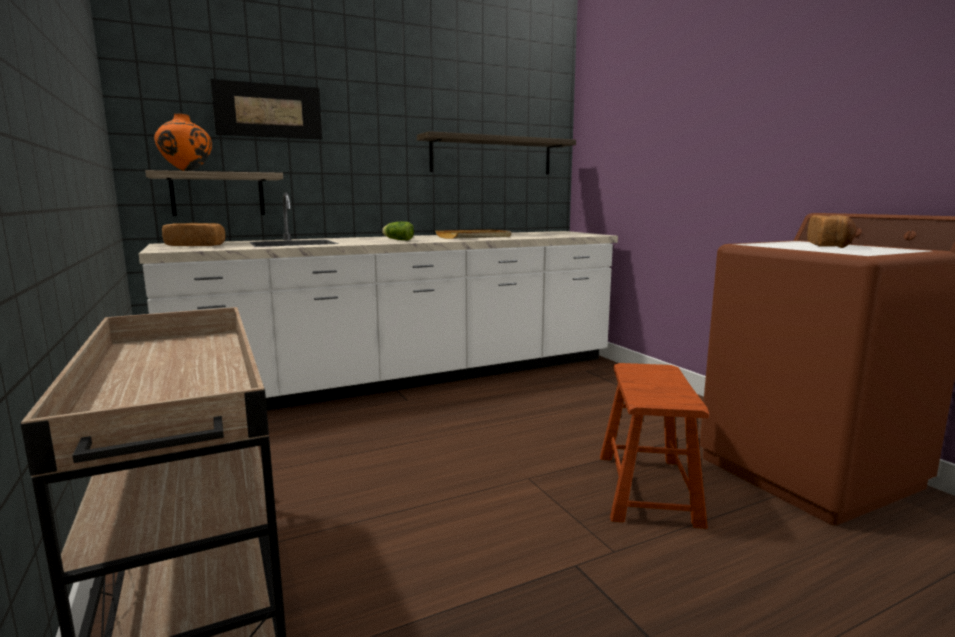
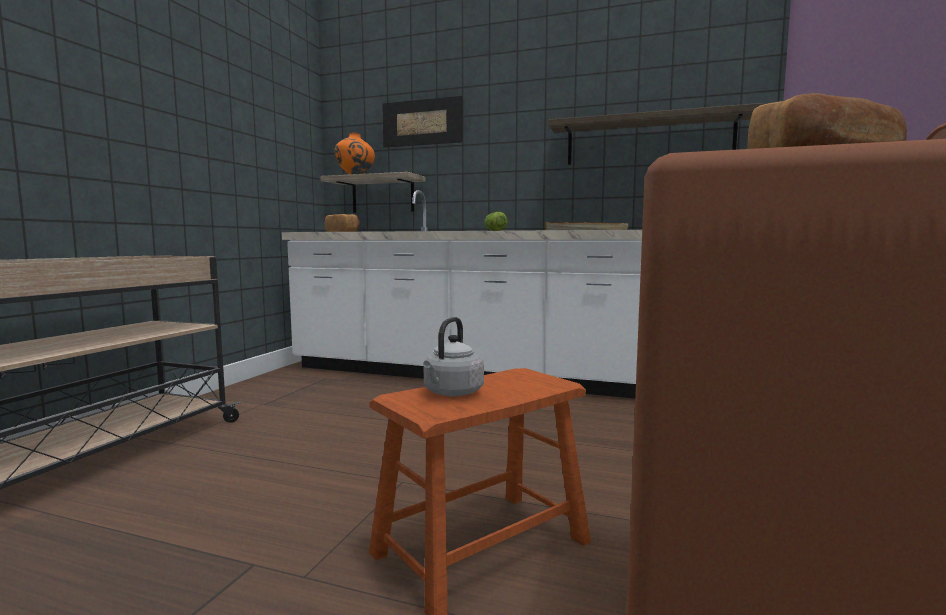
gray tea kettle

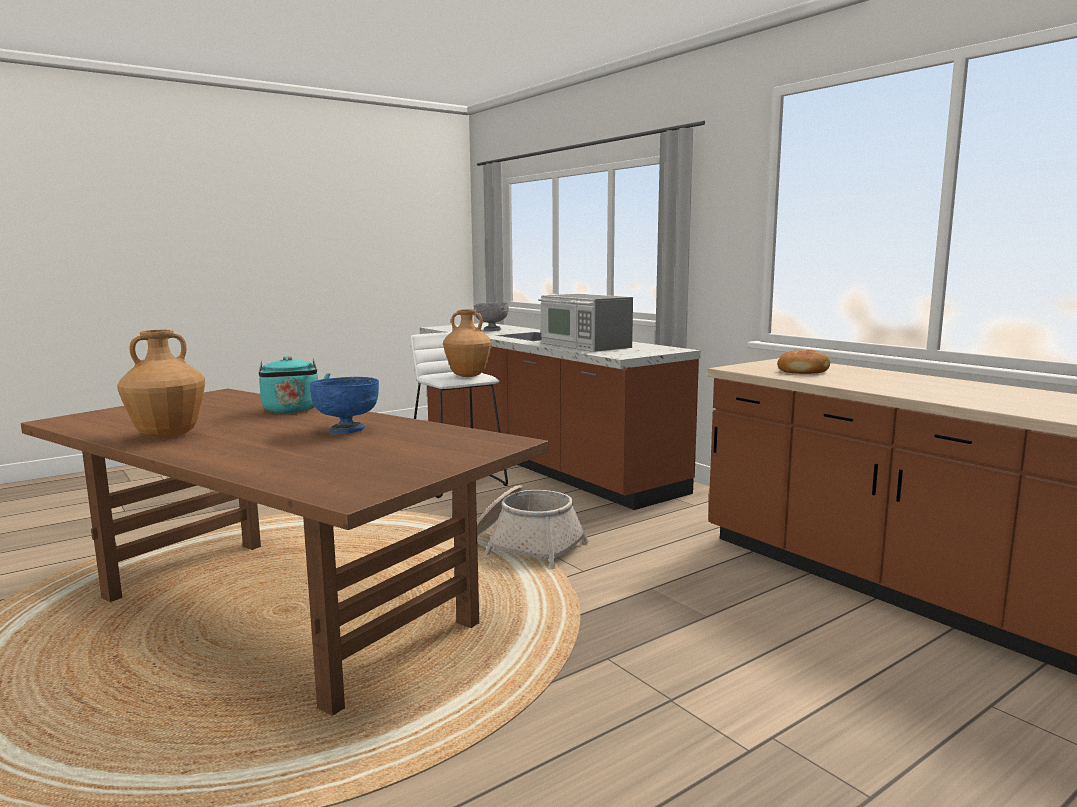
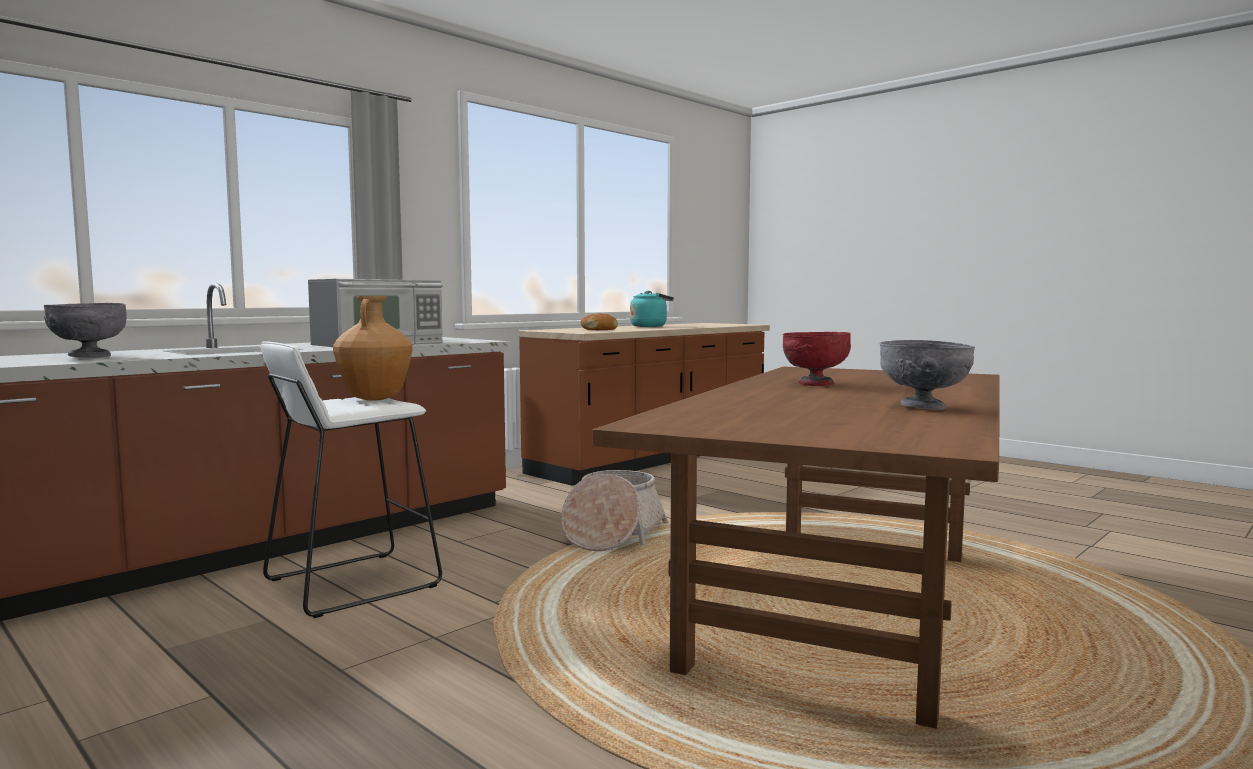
blue-green tea kettle; gray deep dish (2nd from left); reddish deep dish

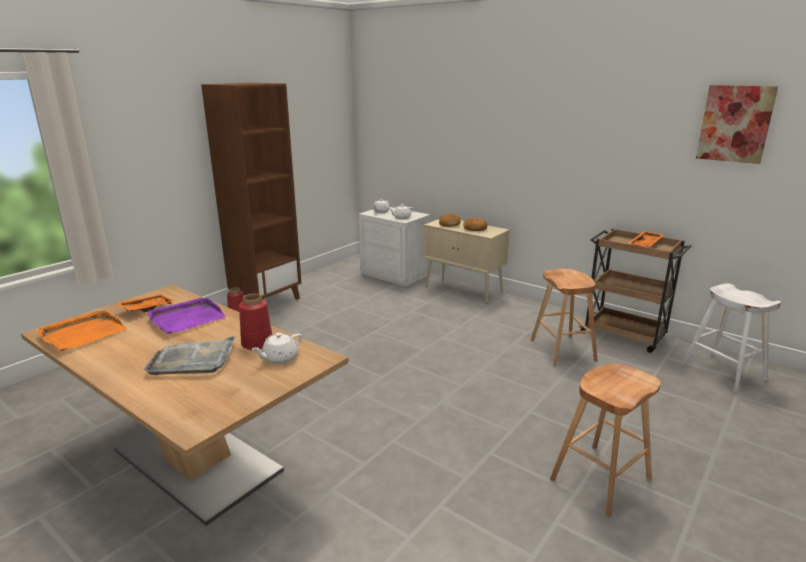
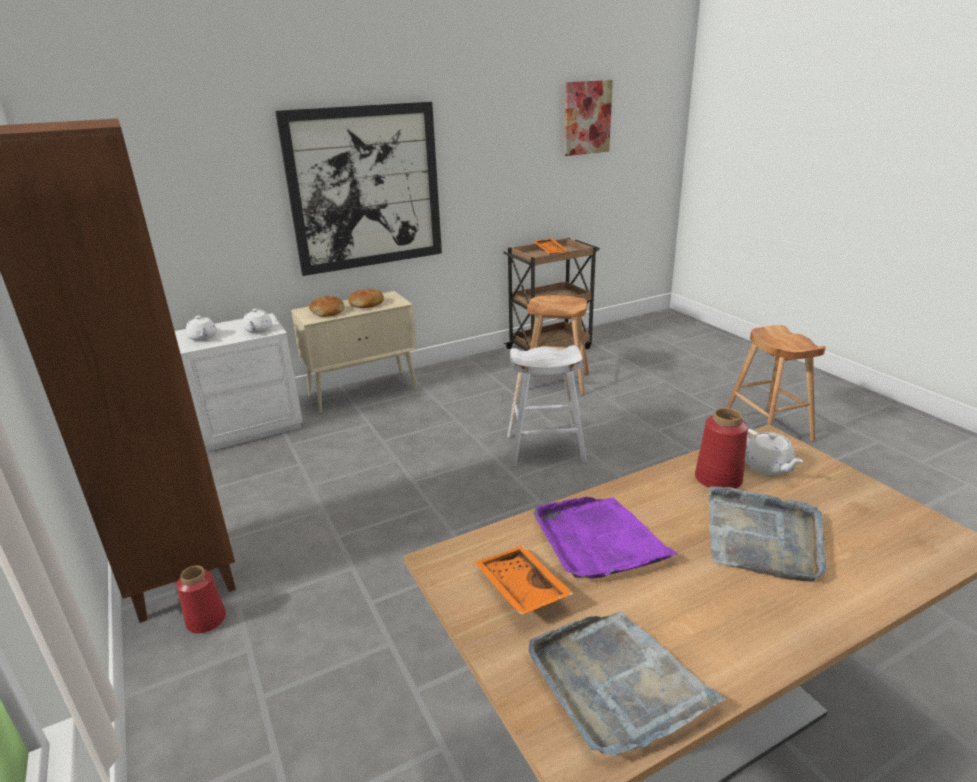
picture (1st from left); whitish sitting stool; gray serving tray (1st from left)

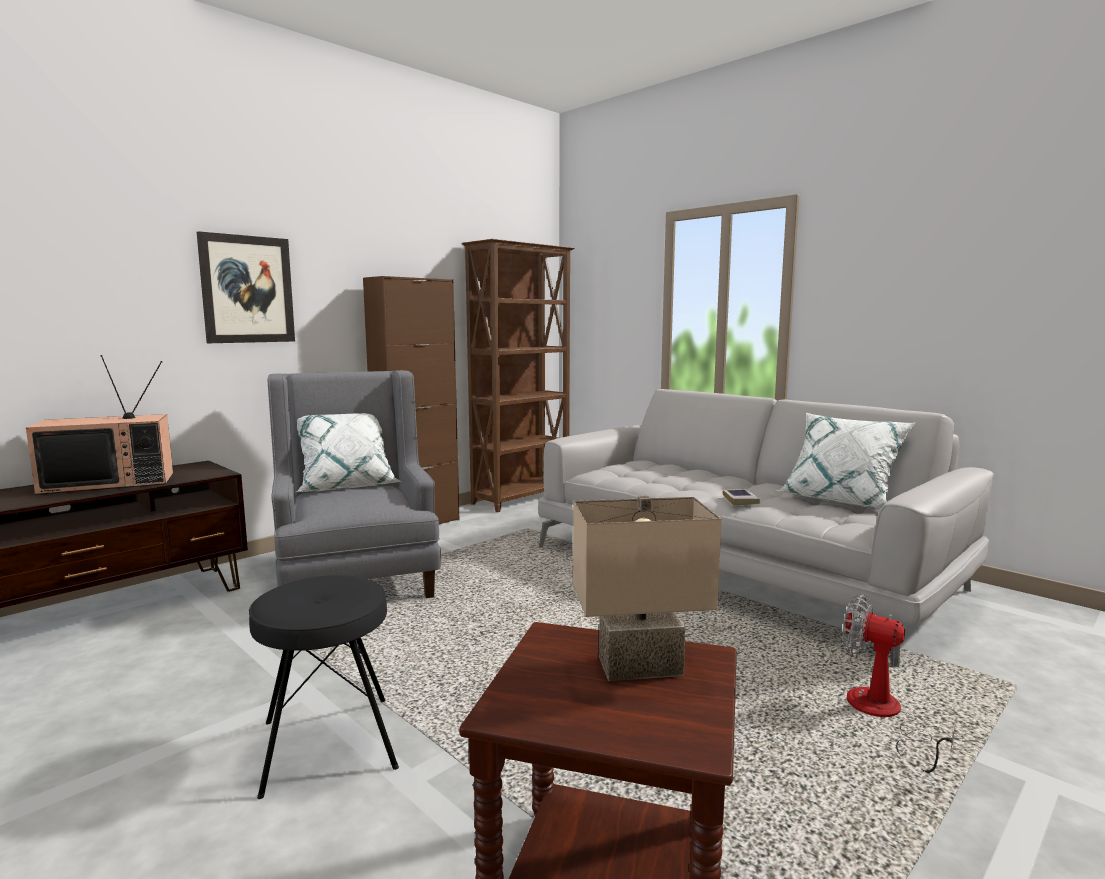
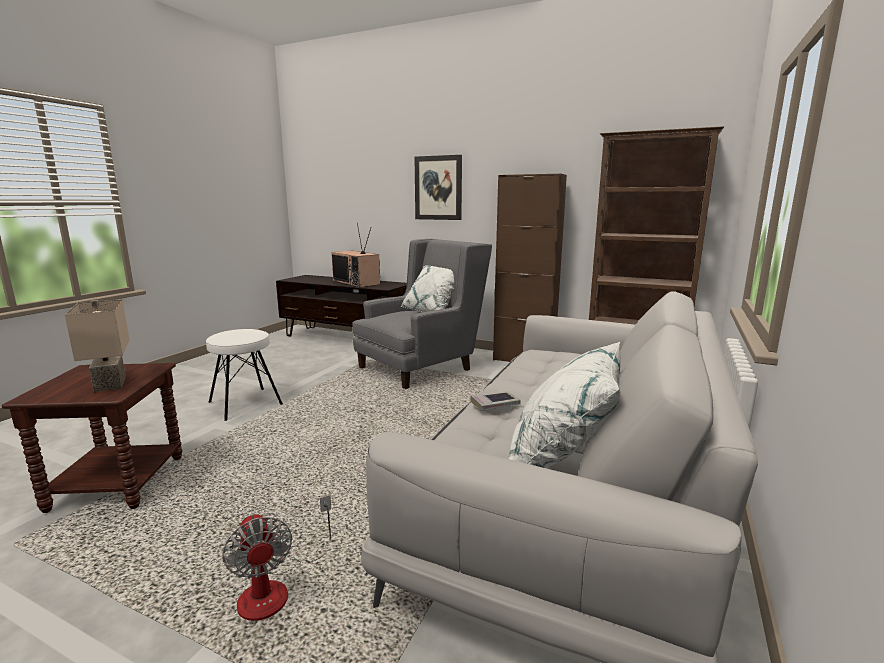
whitish sitting stool; fan

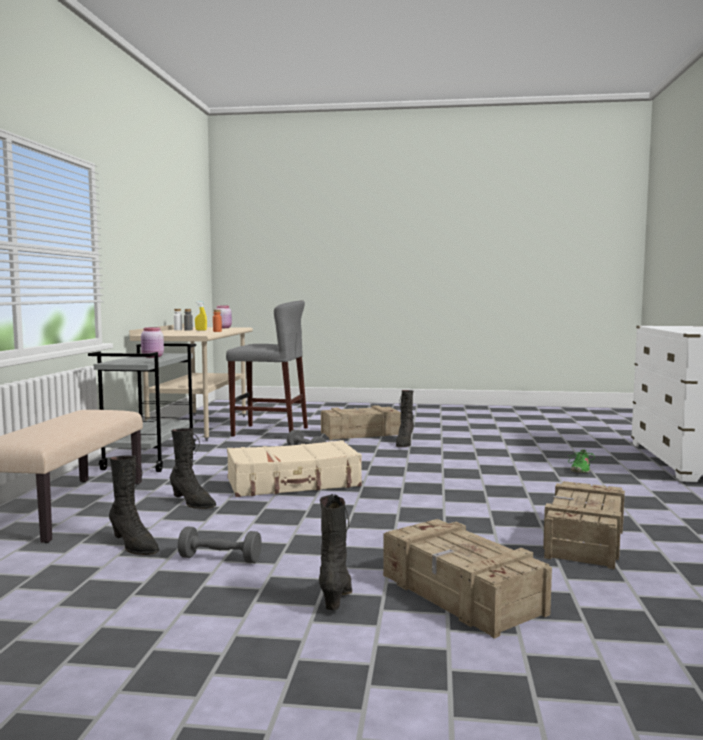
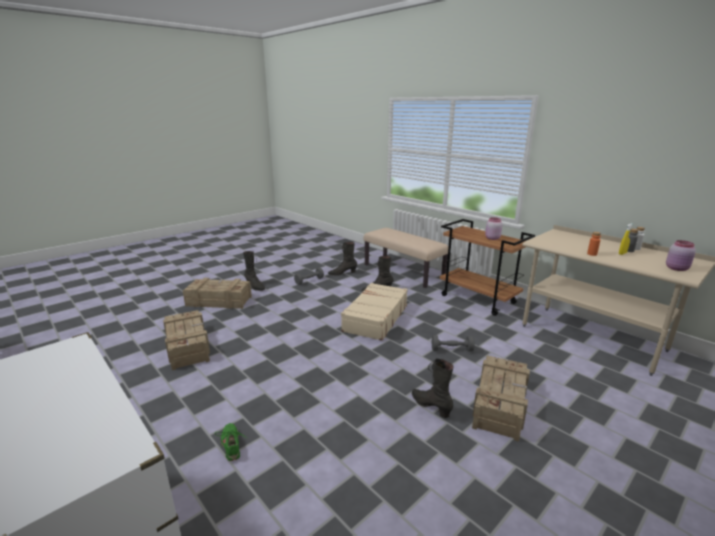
gray sitting stool; brown wheeled cart

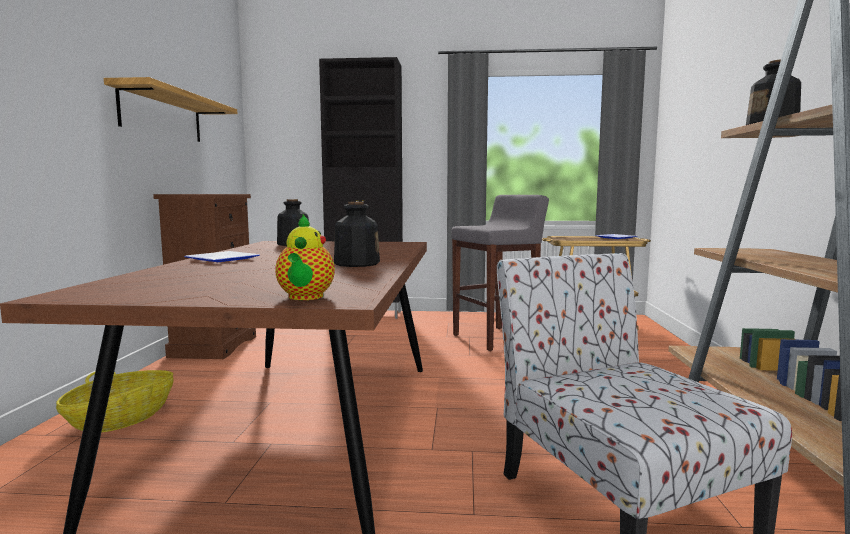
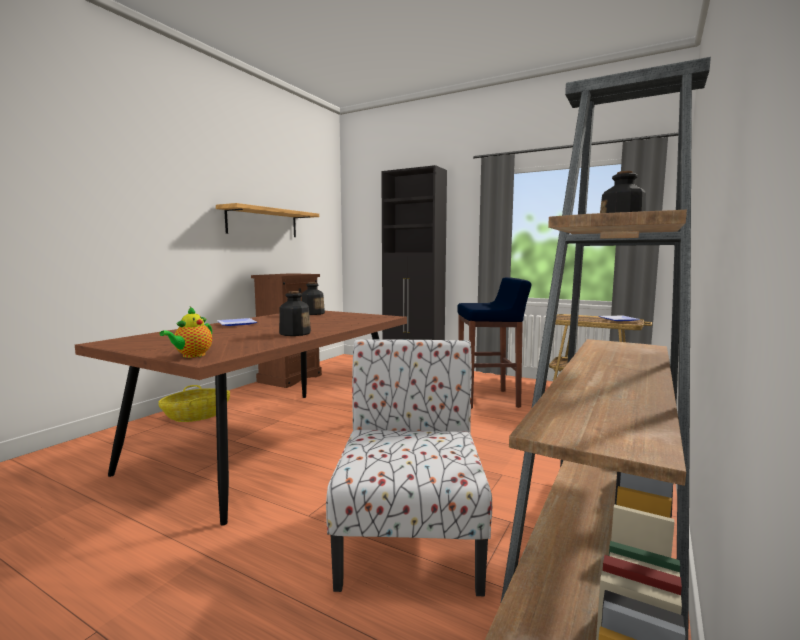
bluish sitting stool

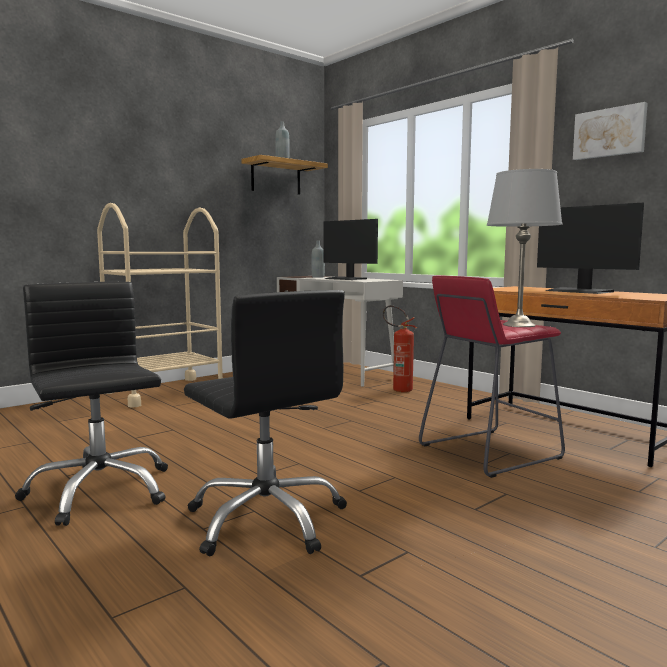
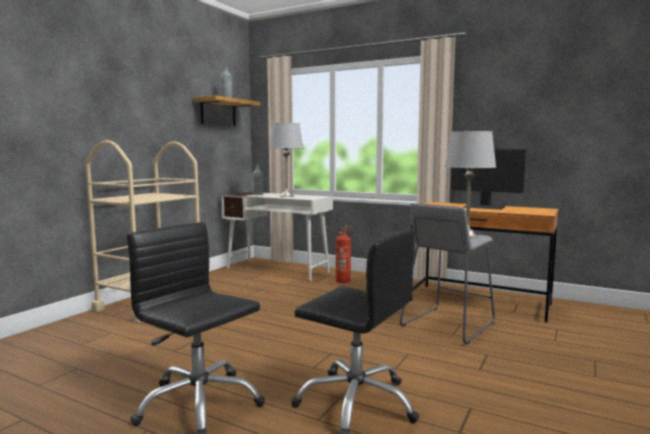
picture; gray table lamp (1st from left); gray sitting stool

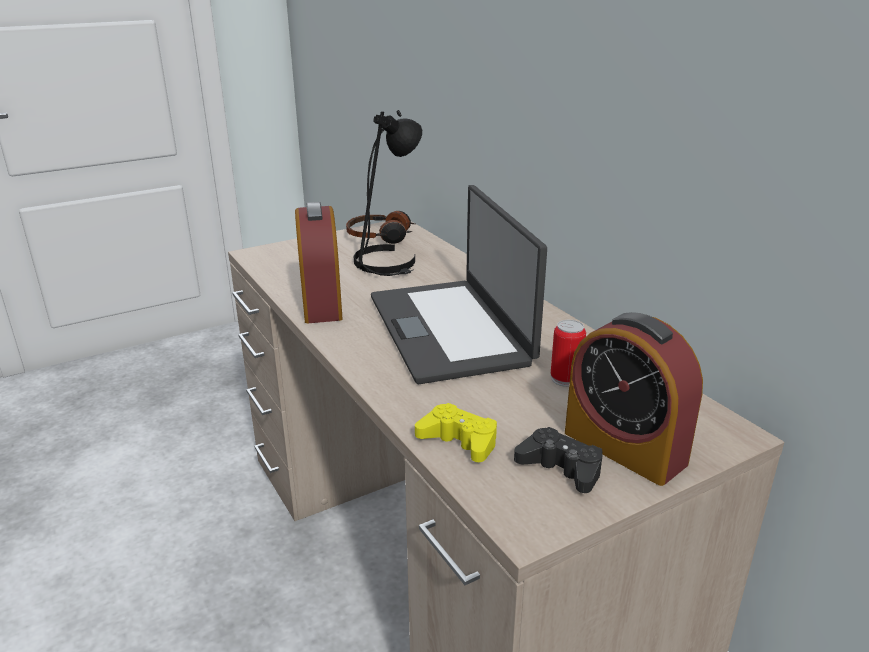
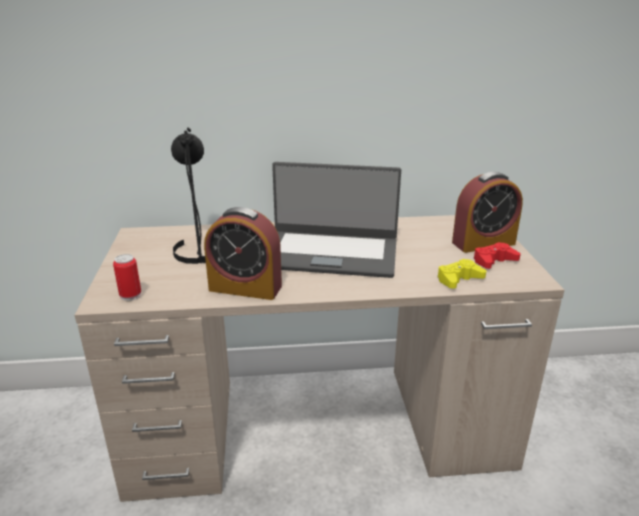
headset; can; reddish gamepad

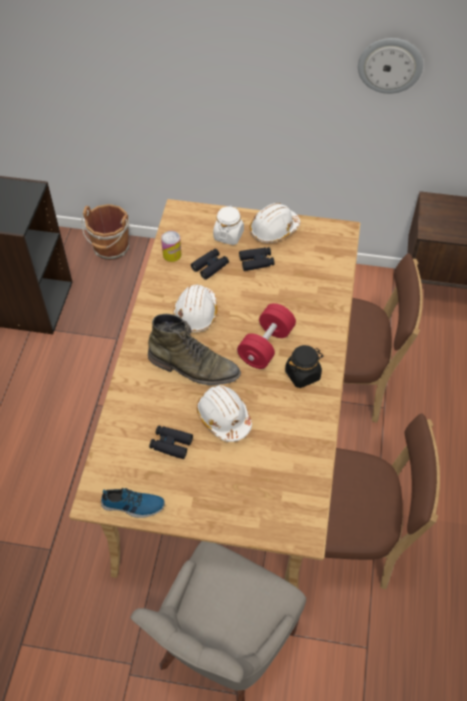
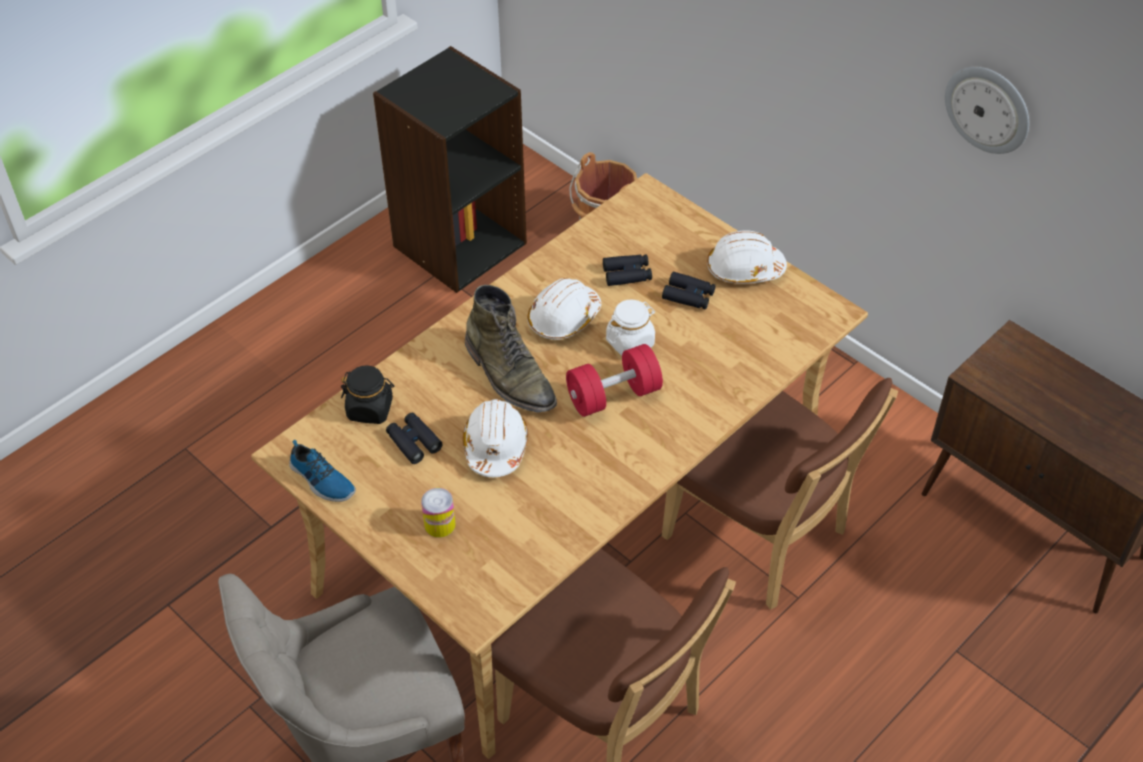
can; whitish preserve jar; blackish preserve jar

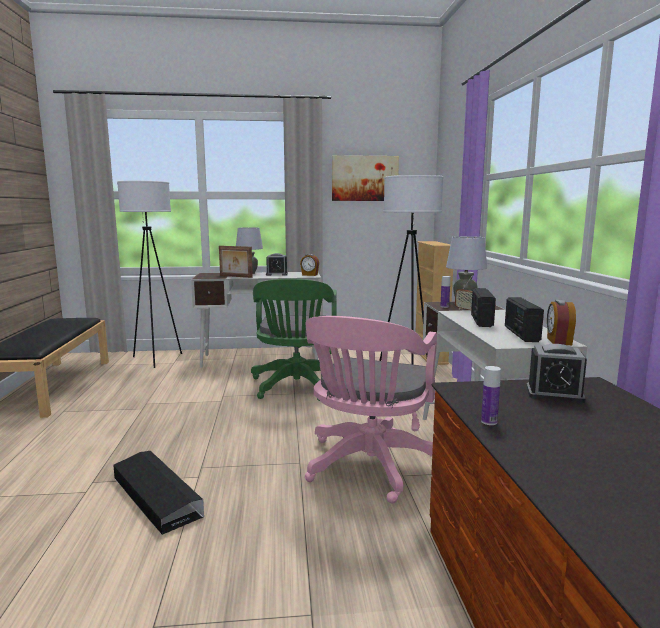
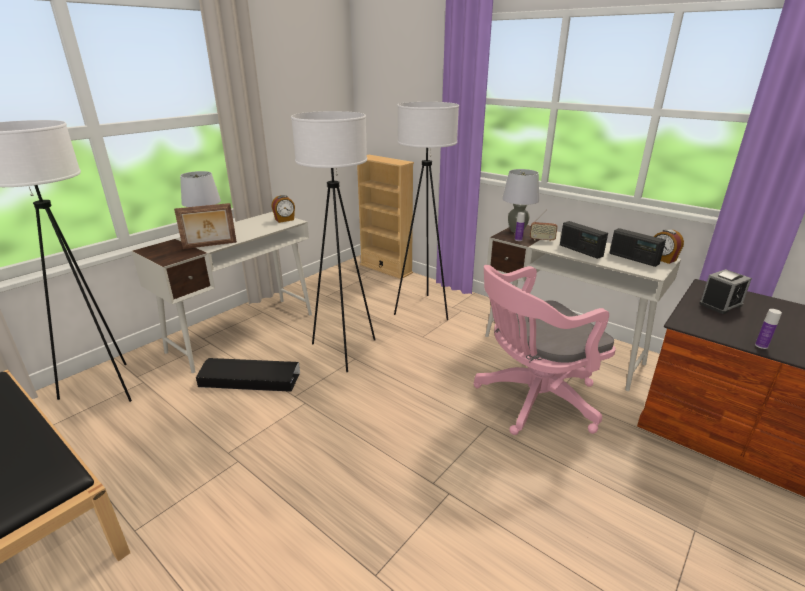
alarm clock (1st from left in the first image); picture; blackish storage container; whitish floor lamp (2nd from left); pink-coloured desk chair

